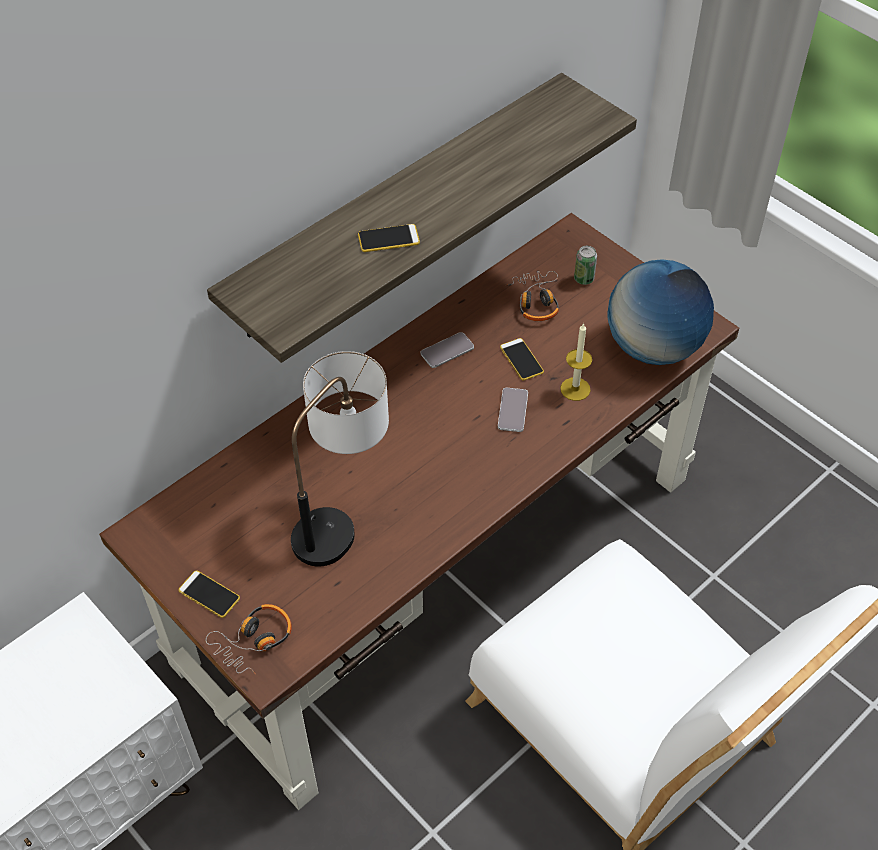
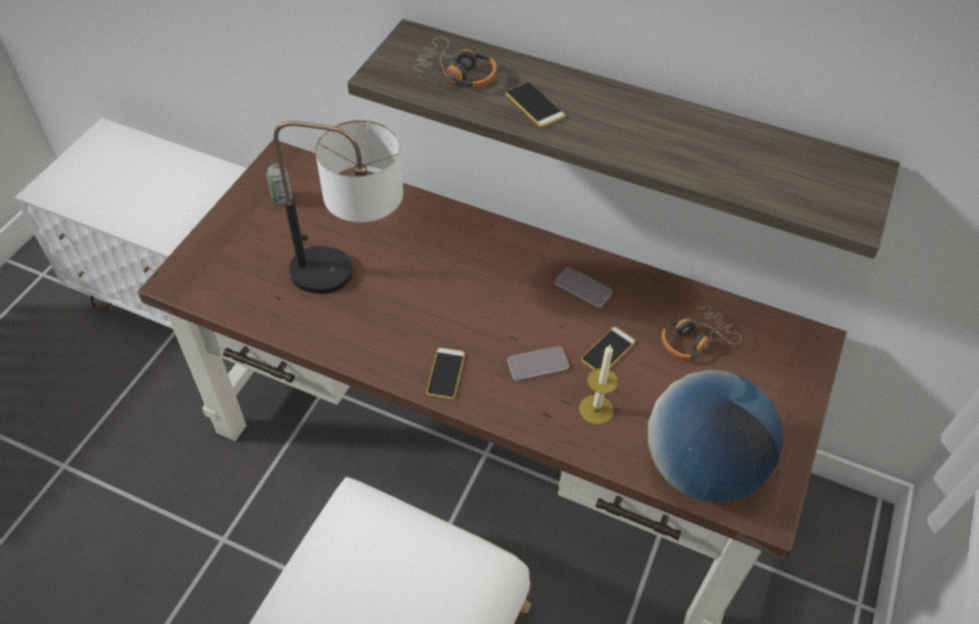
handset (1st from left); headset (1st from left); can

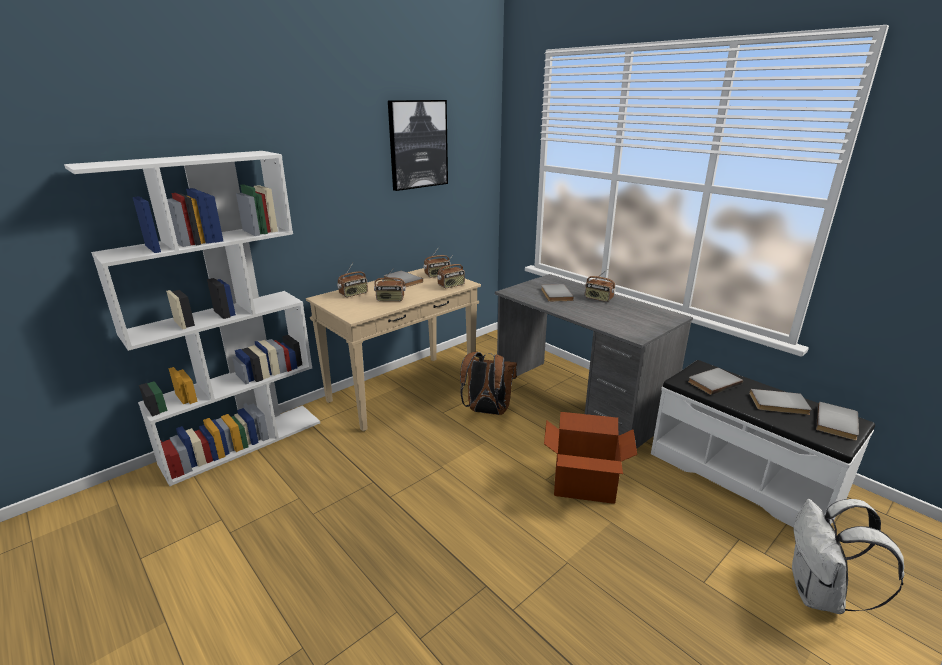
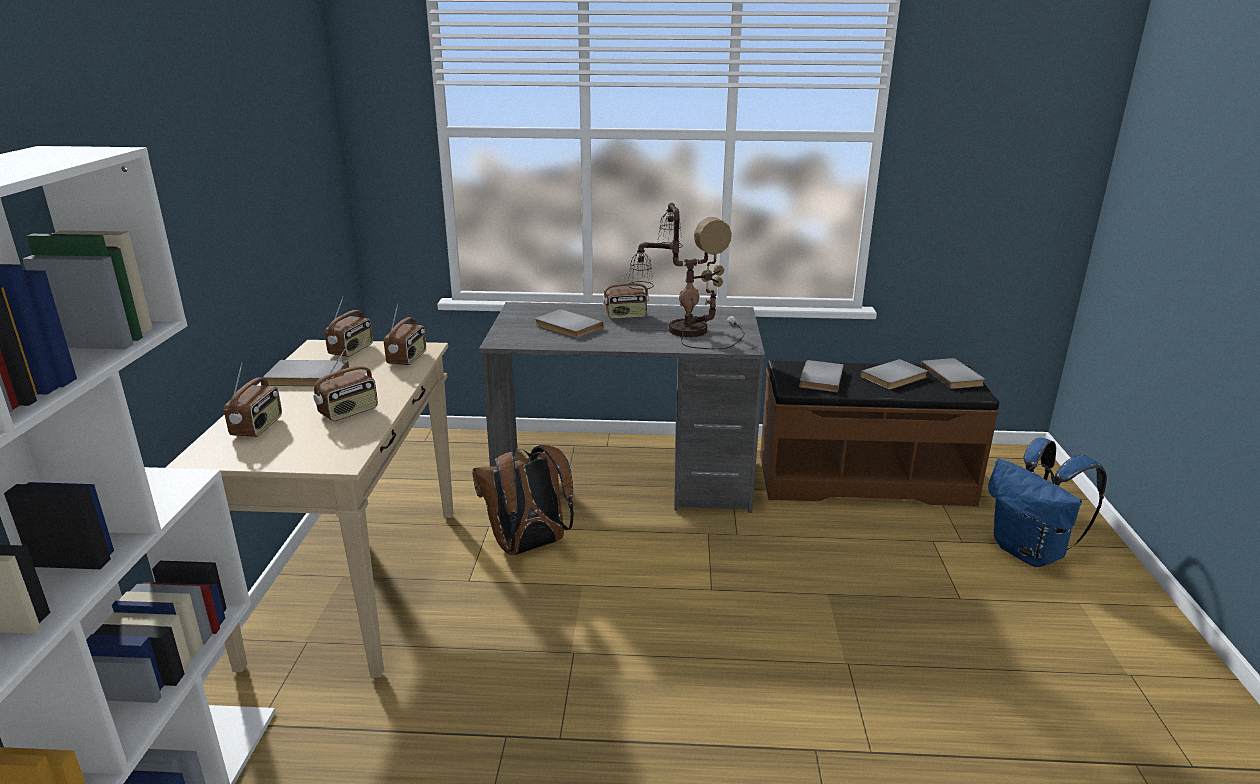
picture; cardboard box; table lamp; brown long seat; bluish rucksack

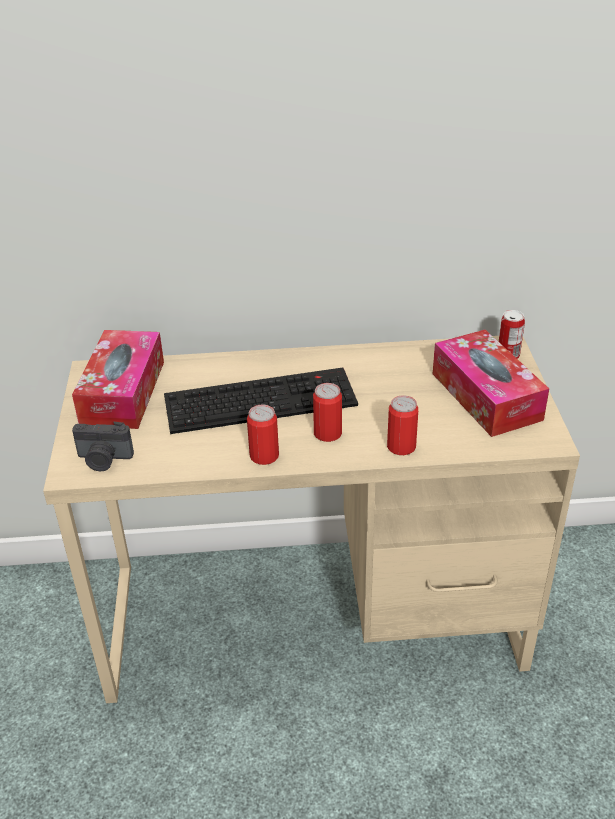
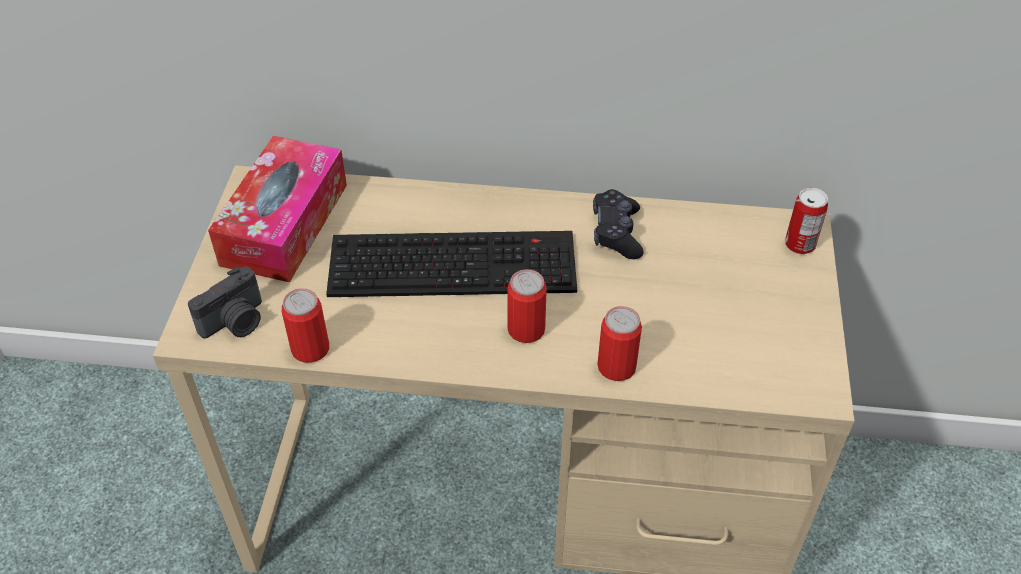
box of tissues (2nd from left in the first image); blackish gamepad; can (1st from left); photo camera

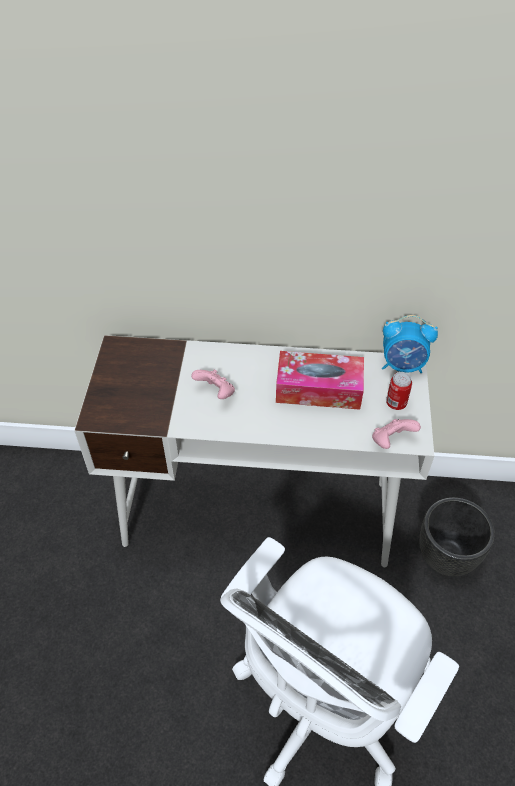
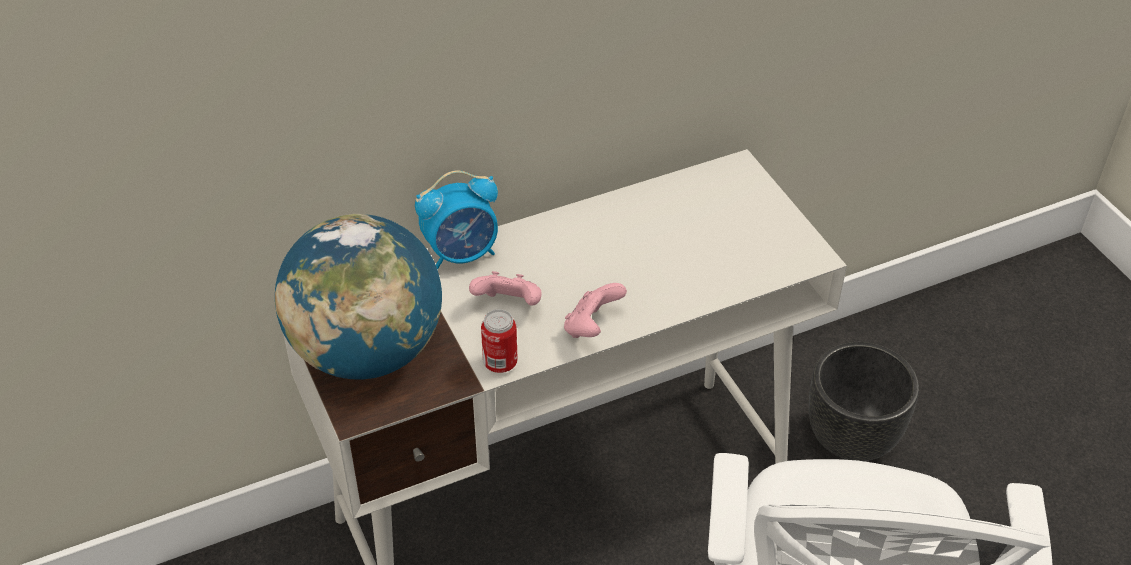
box of tissues; globe; pink-coloured gamepad (2nd from left); alarm clock; can

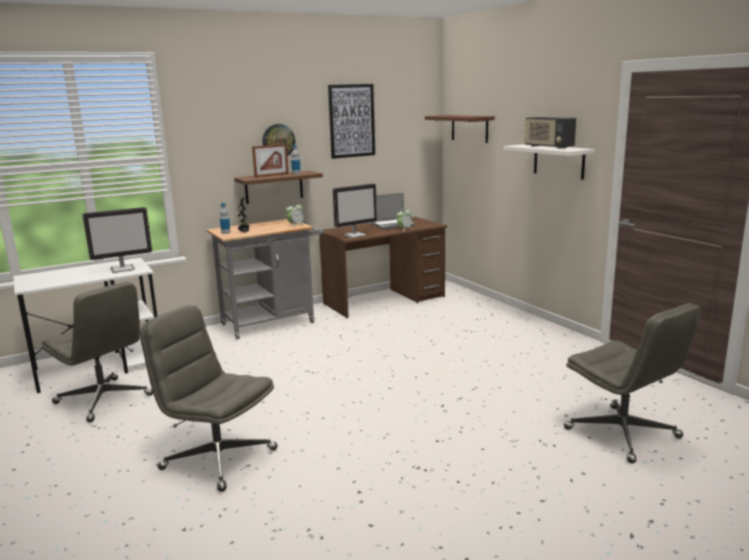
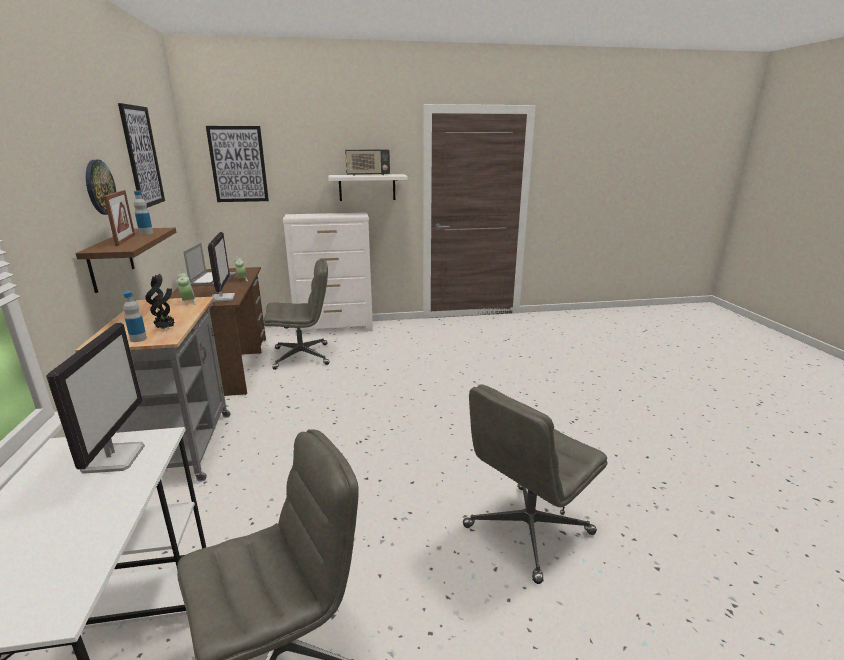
whitish drawer chest; gray desk chair (2nd from left); picture (2nd from left)

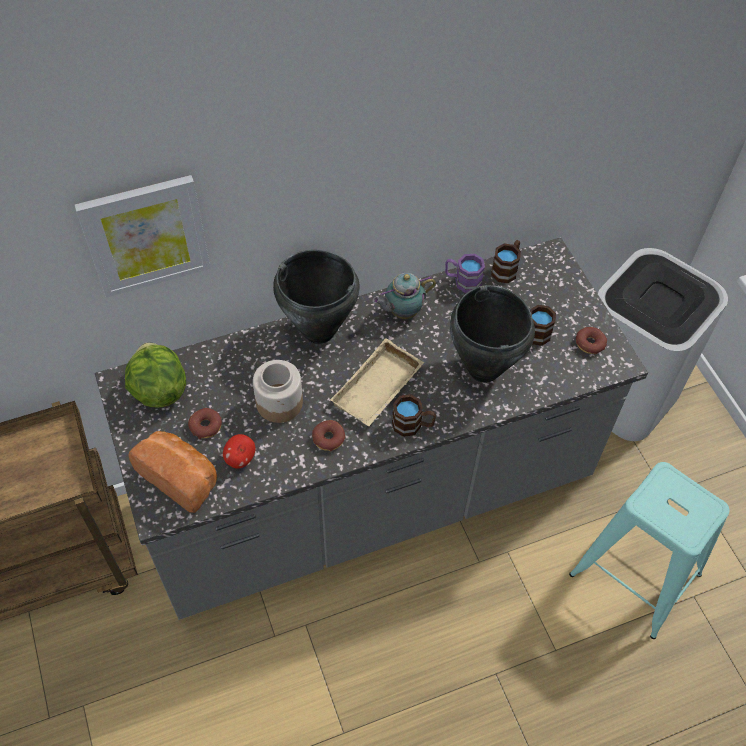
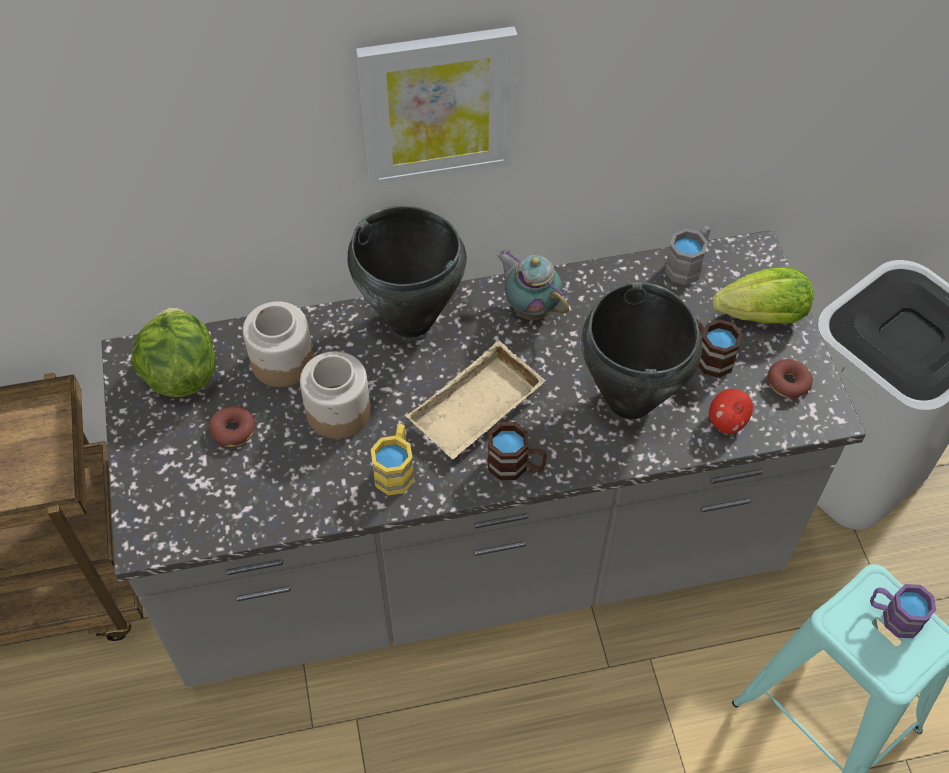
bread; preserve jar (1st from left); lettuce head (2nd from left); picture; apple fruit; purple-coloured coffee mug; yellow coffee mug; gray coffee mug; teapot

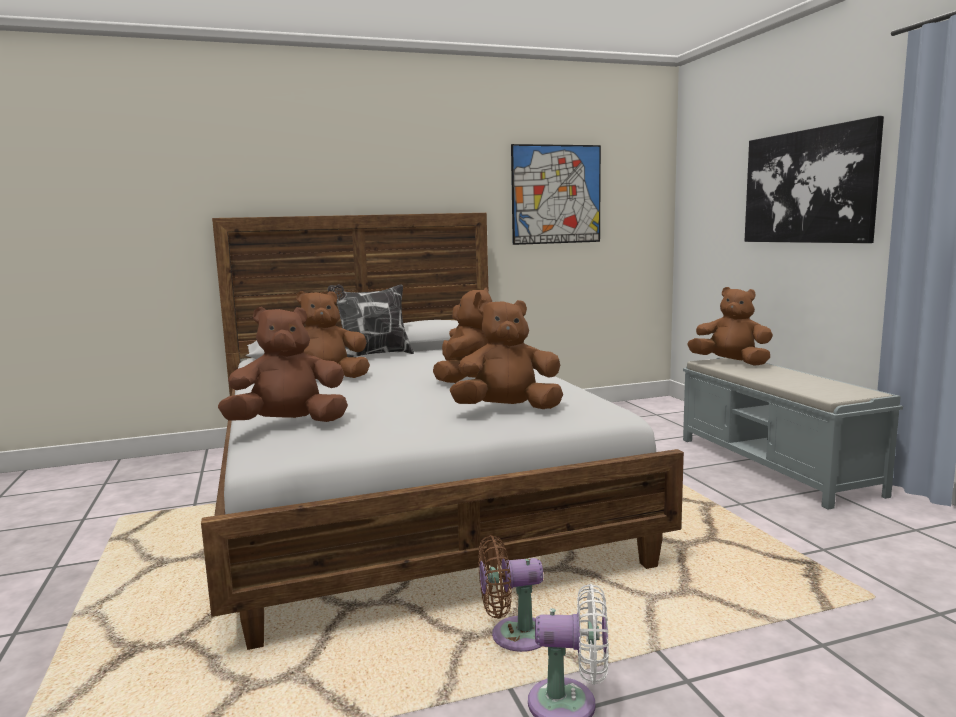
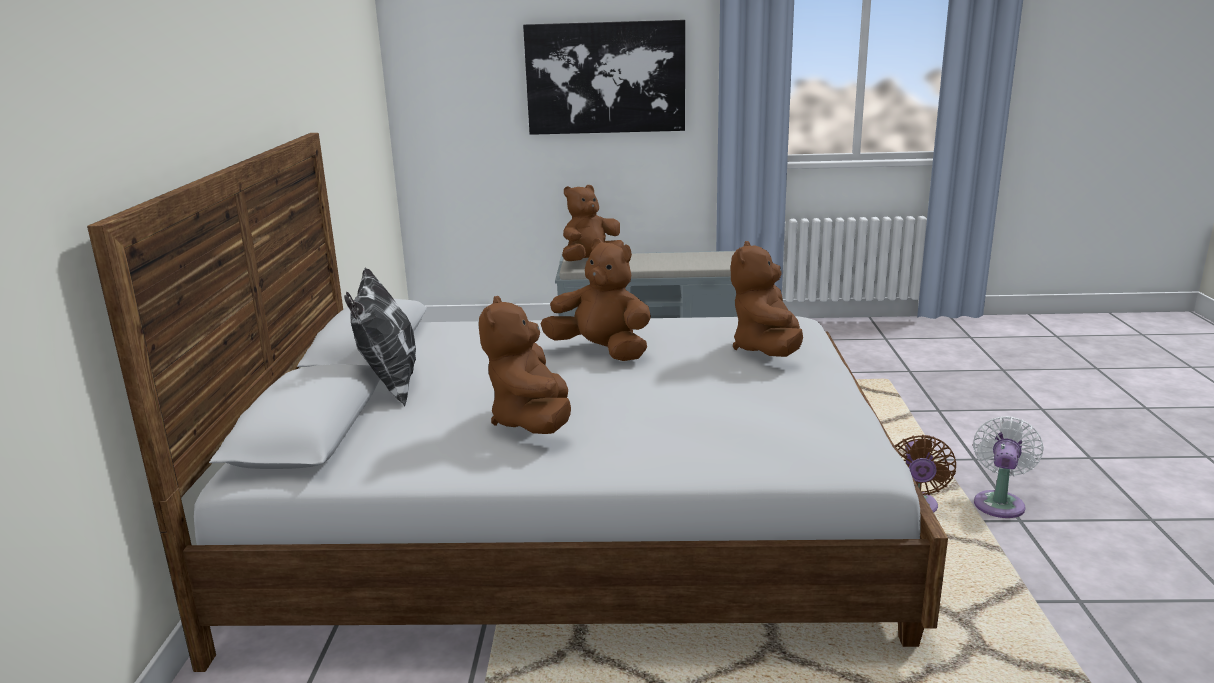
brown plush toy (1st from left in the first image); picture (1st from left in the first image)

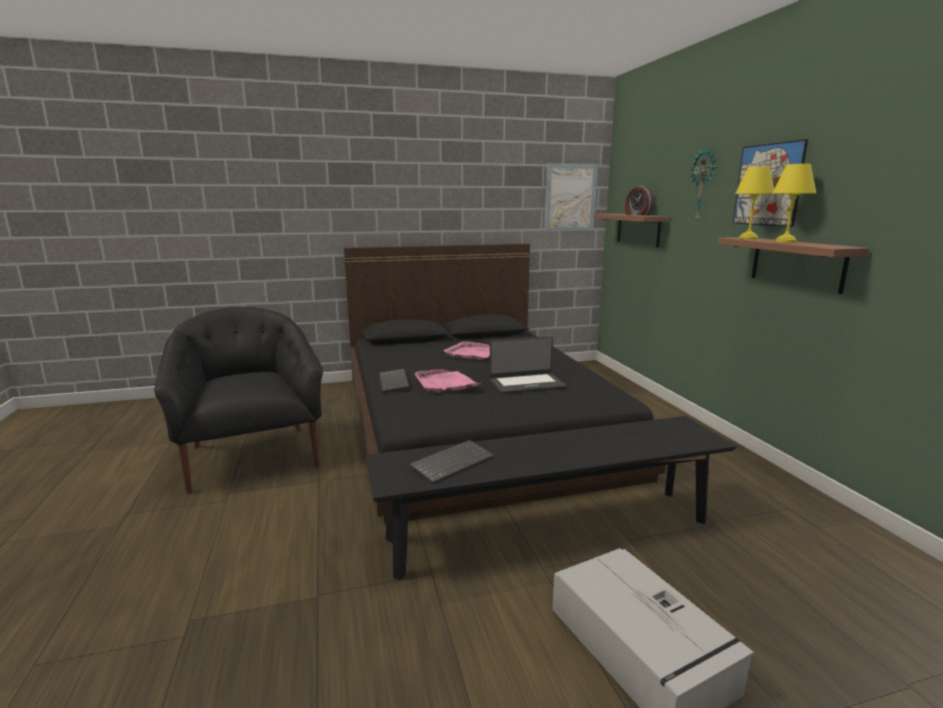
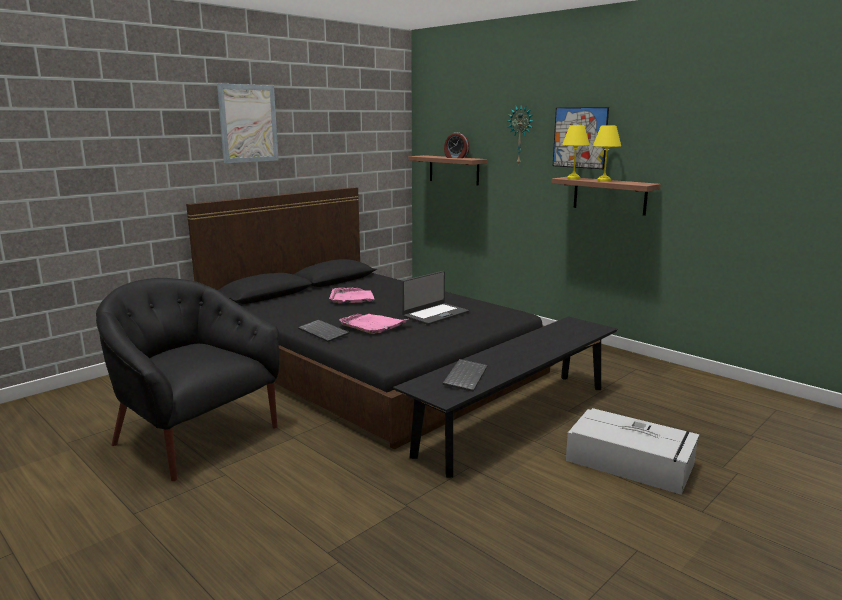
picture (1st from left)

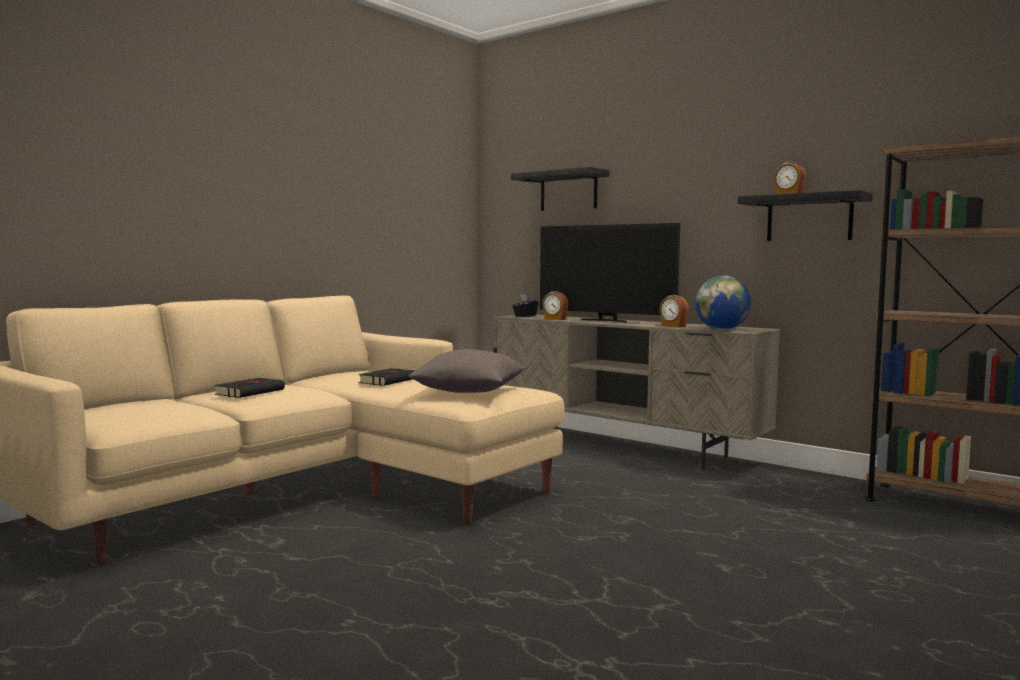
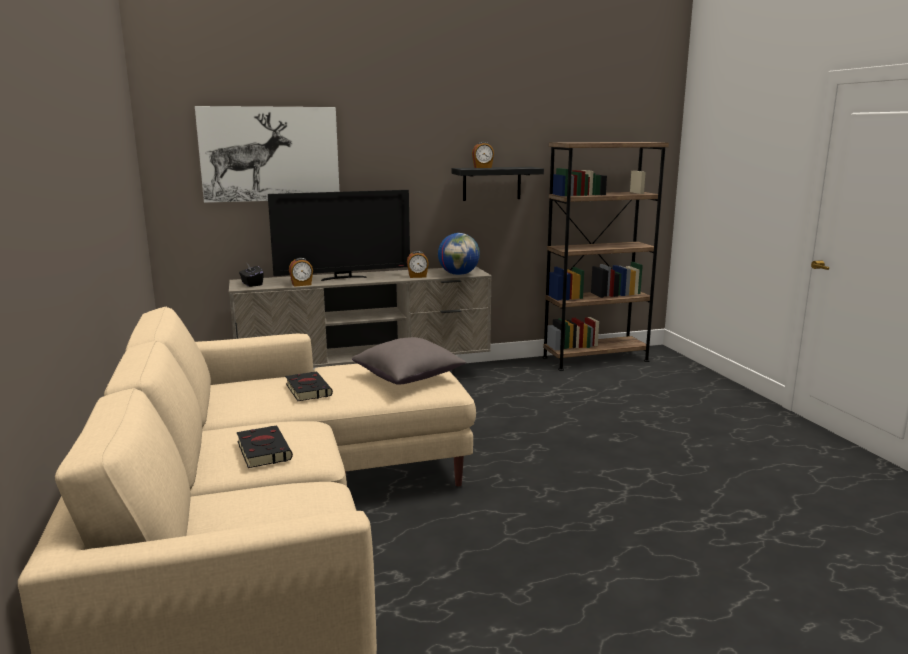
picture

